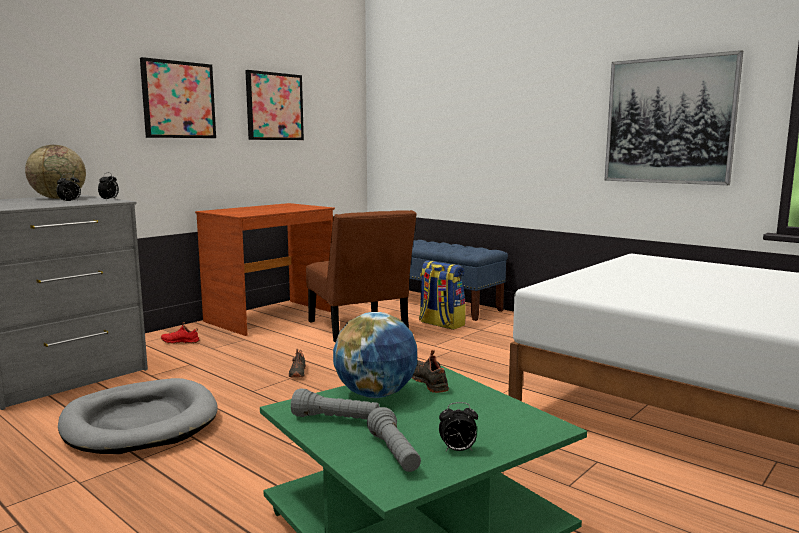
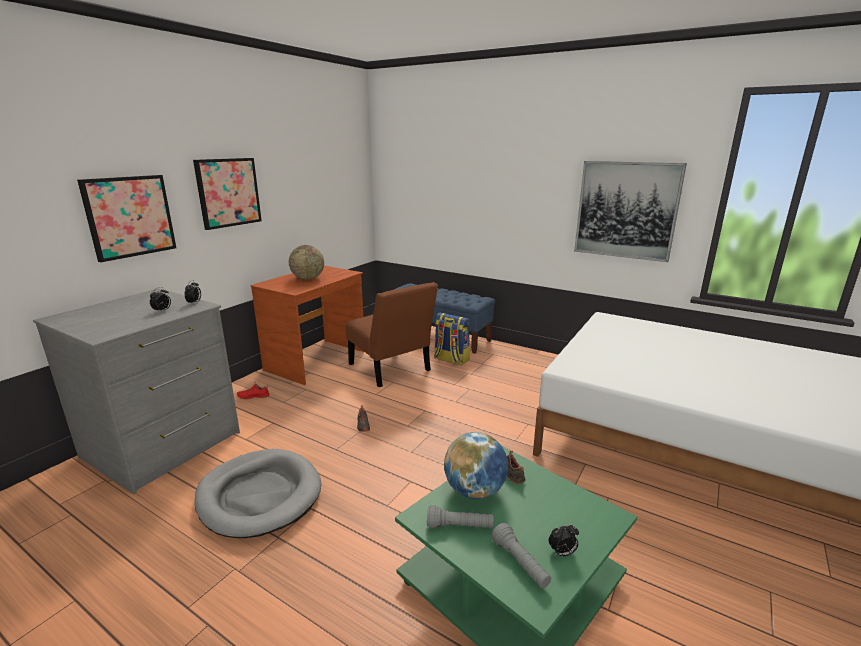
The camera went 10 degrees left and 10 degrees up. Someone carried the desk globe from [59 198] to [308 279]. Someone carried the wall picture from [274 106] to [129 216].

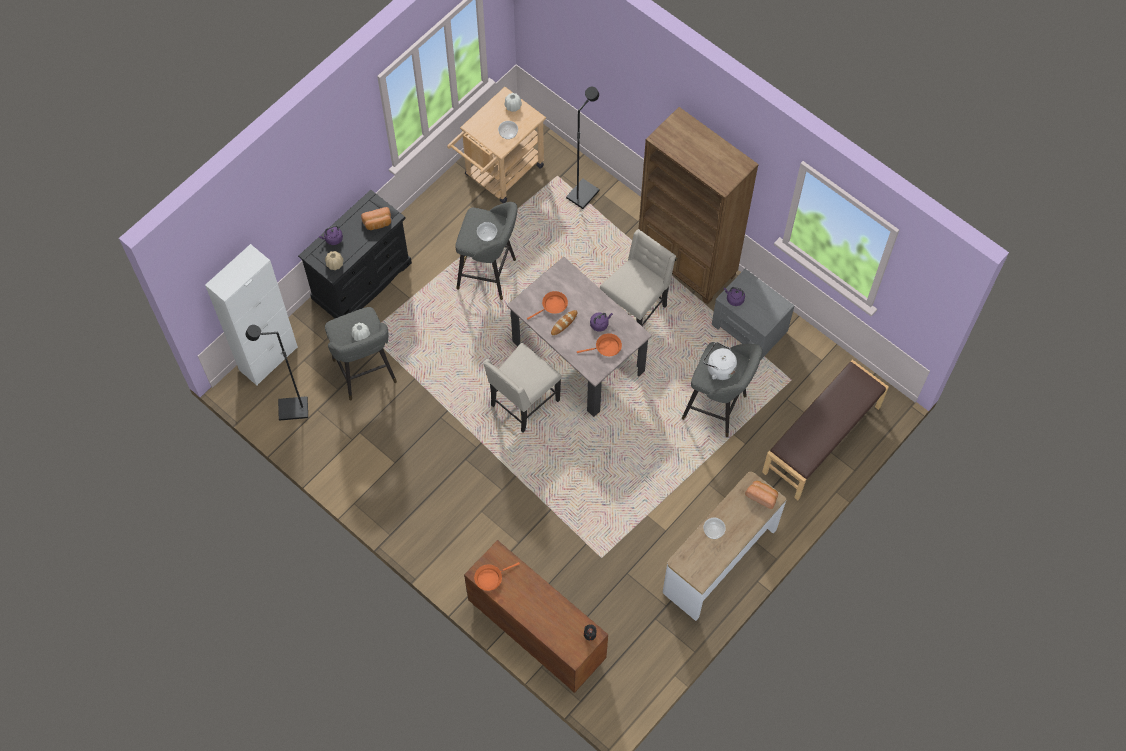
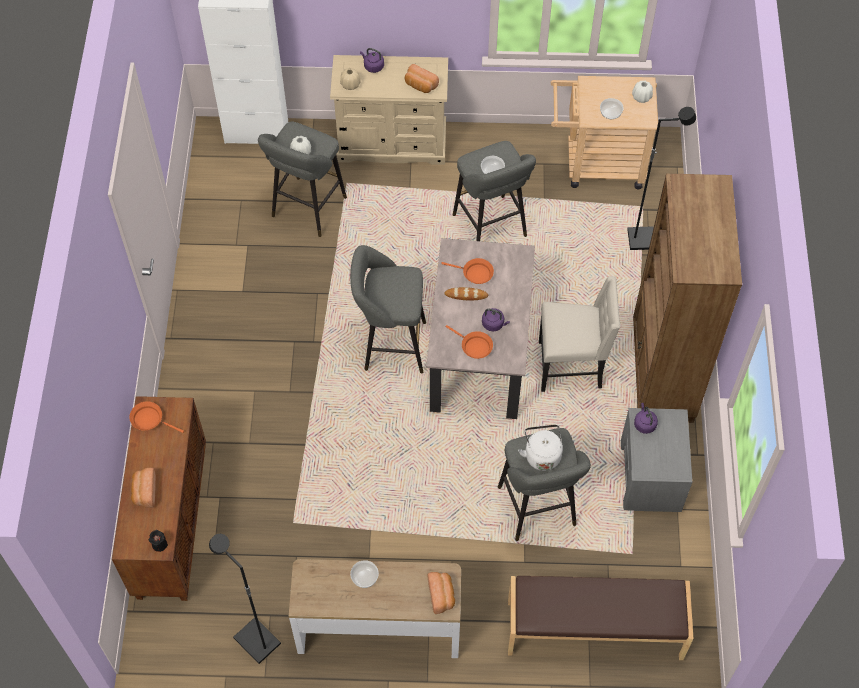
The camera went 50 degrees right and 5 degrees down. Someone put down the bakery bread at [144 492]. Someone carried the black-coloured standing lamp from [293 410] to [256 641]. Someone swapped the beige chair at [523 403] for the grey stool seat at [390 346]. Someone repainted the black-coloured drawer chest at [362 281], which became the beige drawer chest at [392 143].

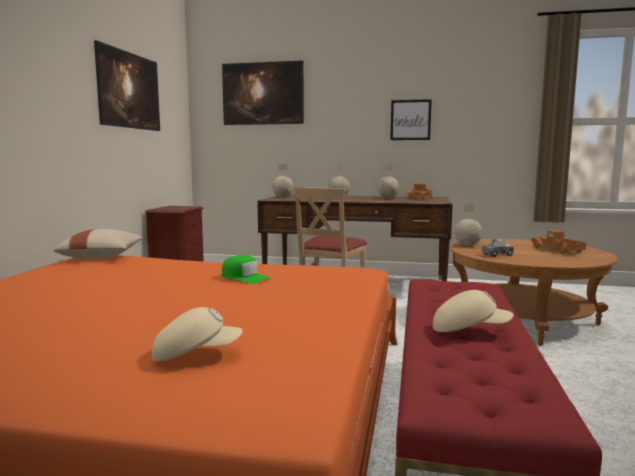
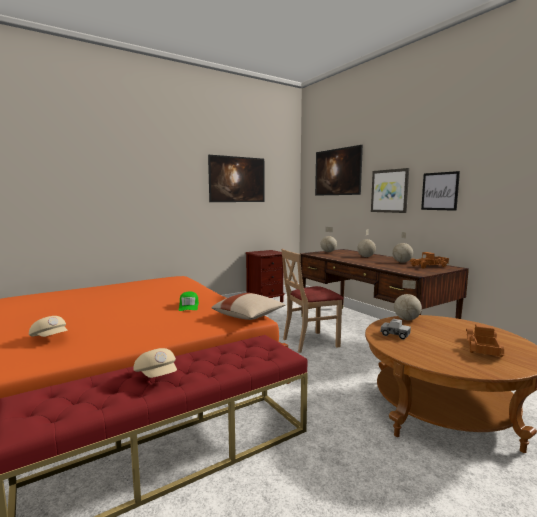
The camera went 45 degrees right and 0 degrees up. Someone put up the wall picture at [389 191]. Someone carried the beige throw pillow from [102 257] to [249 317].

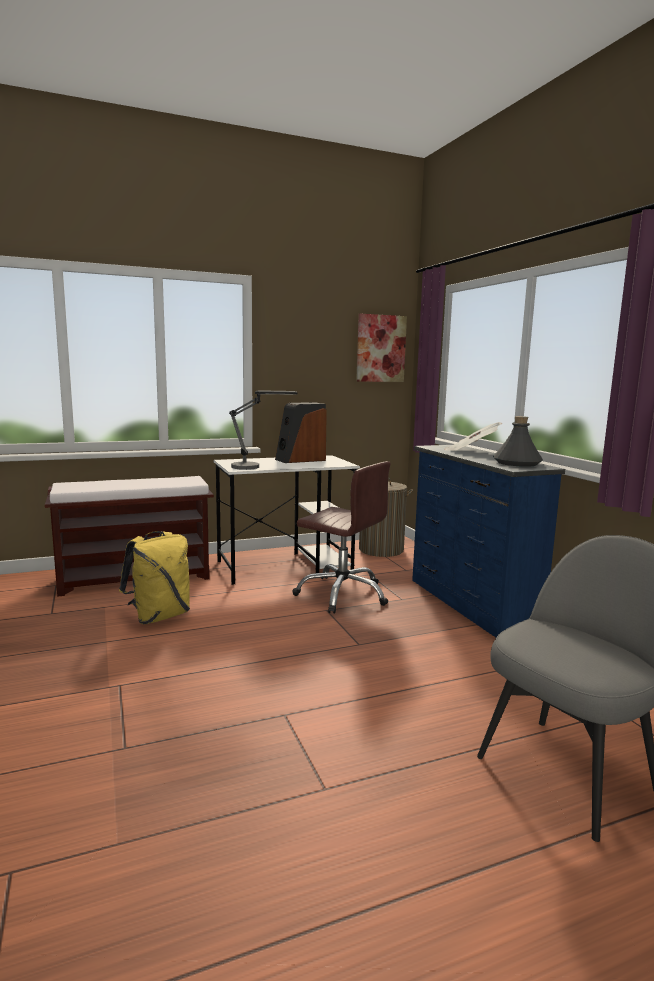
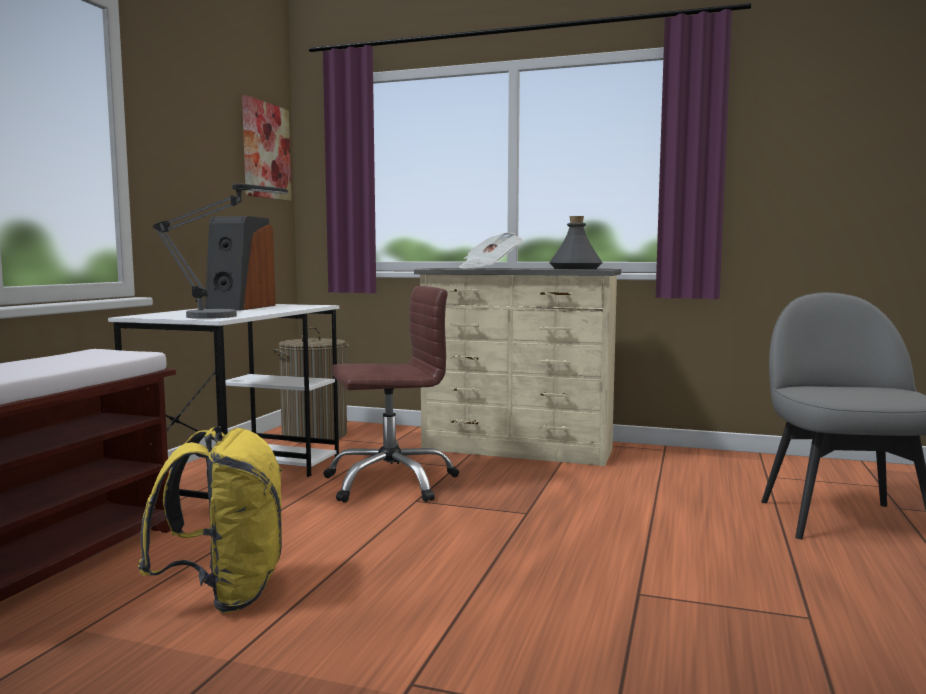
The camera went 50 degrees left and 5 degrees down. Someone repainted the bluish drawer chest at [470 604], which became the beige drawer chest at [517 450].

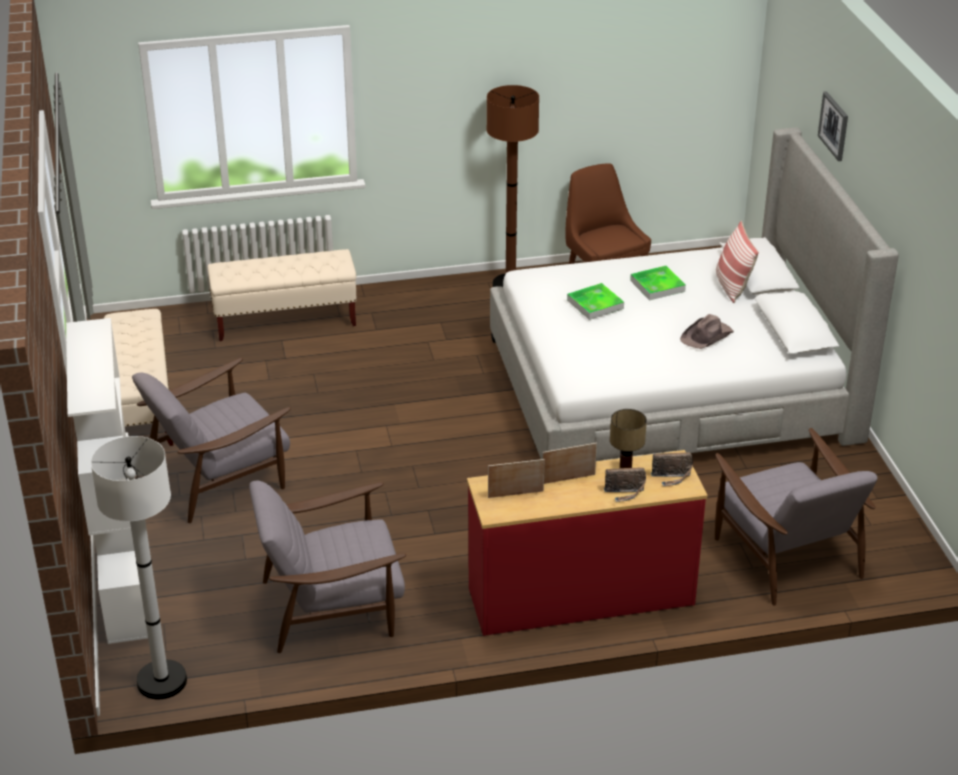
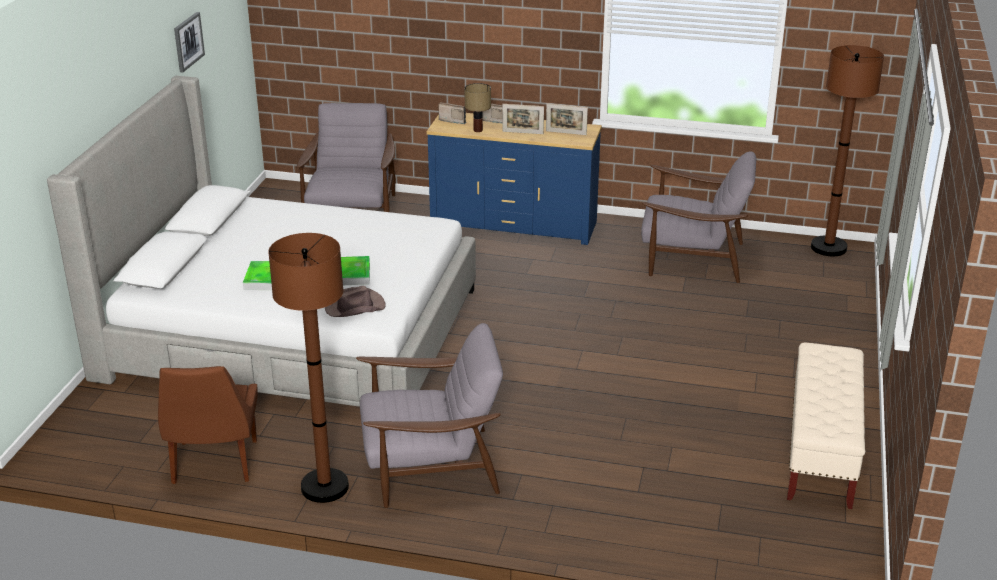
The camera went 155 degrees left and 5 degrees down. Someone took away the white-coloured bookcase at [125 589]. Someone took away the beige indoor bench at [285 320]. Someone took away the throw pillow at [732 286]. Someone carried the grey lounge chair from [219 477] to [430 466]. Someone carried the brownish wearable hat from [707 336] to [354 307]. Someone carried the wall picture from [834 125] to [188 41]. Someone repainted the white-coloured standing lamp at [162 681], which became the brownish standing lamp at [828 247]. Someone repainted the red drawer chest at [581 598], which became the bluish drawer chest at [514 224].

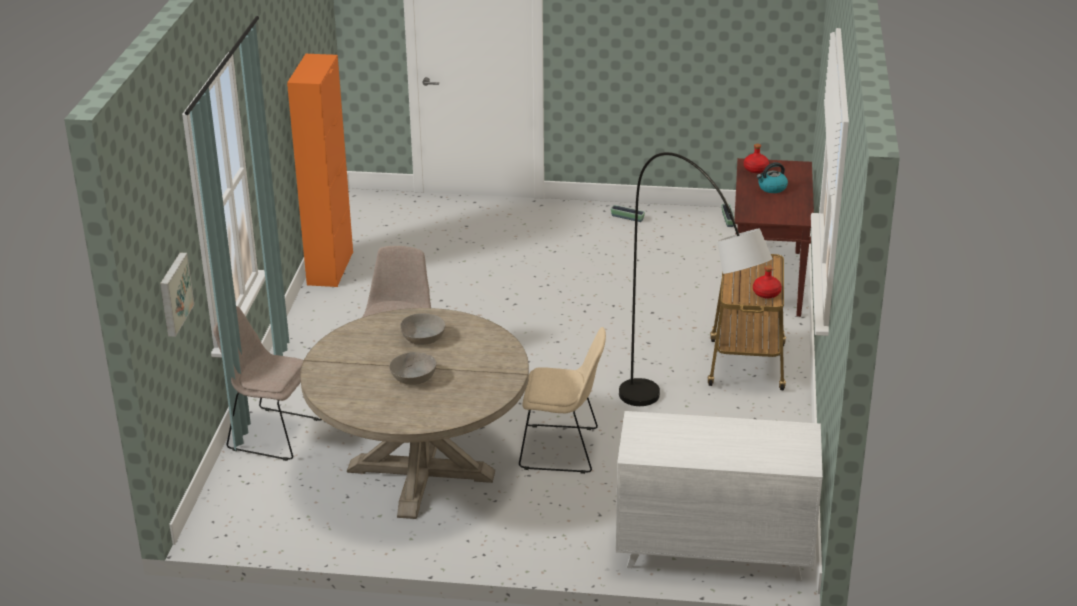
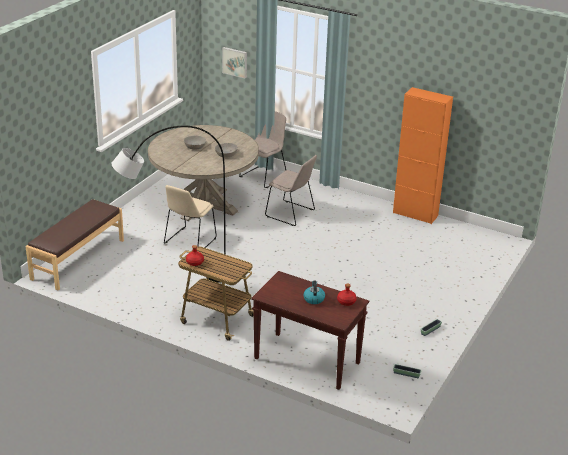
The camera went 110 degrees right and 0 degrees up. Someone swapped the white-coloured drawer chest at [713 551] for the brownish indoor bench at [77 259].

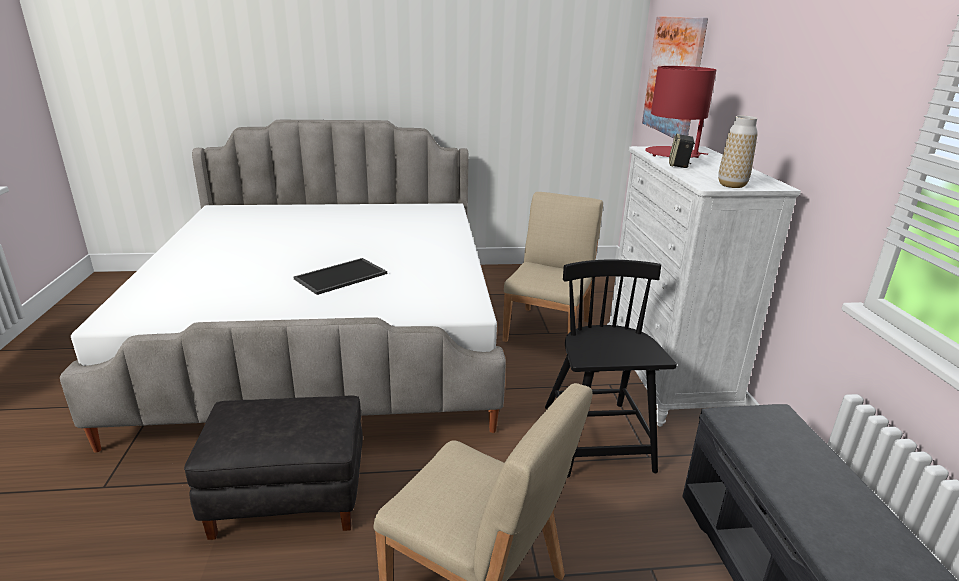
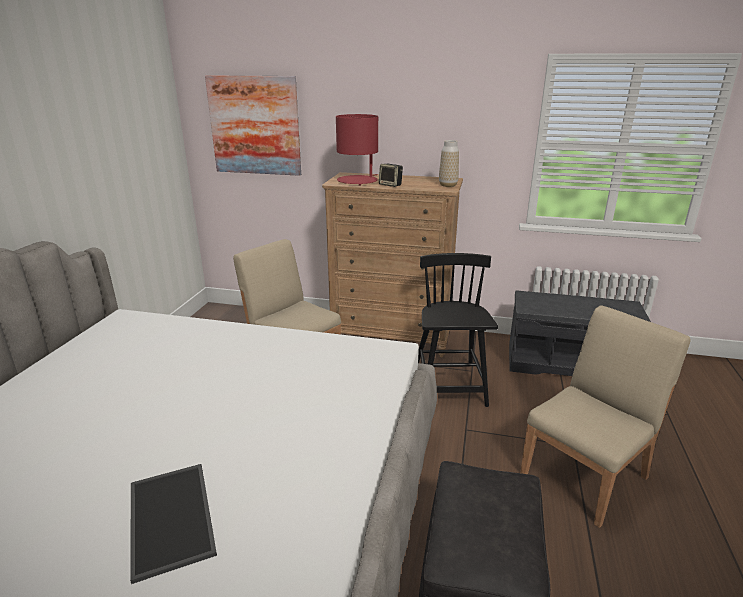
The camera went 70 degrees left and 0 degrees up. Someone carried the carrying tray from [341 277] to [173 518]. Someone repainted the white-coloured drawer chest at [665 378], which became the brownish drawer chest at [391 337]. Someone rotated the black-coloured chair at [597 439] by 75 degrees clockwise.

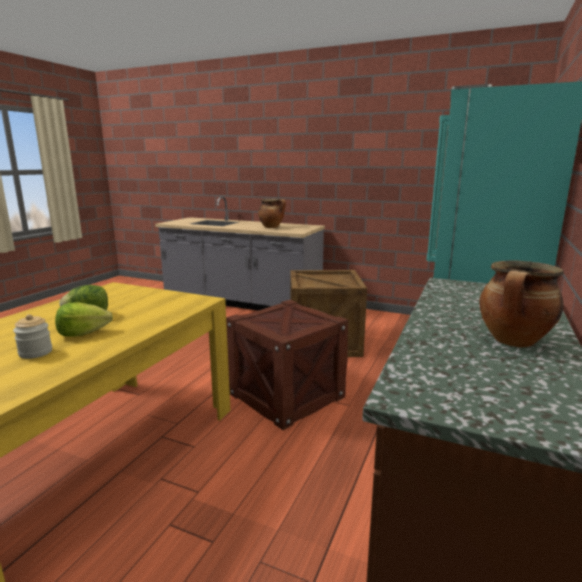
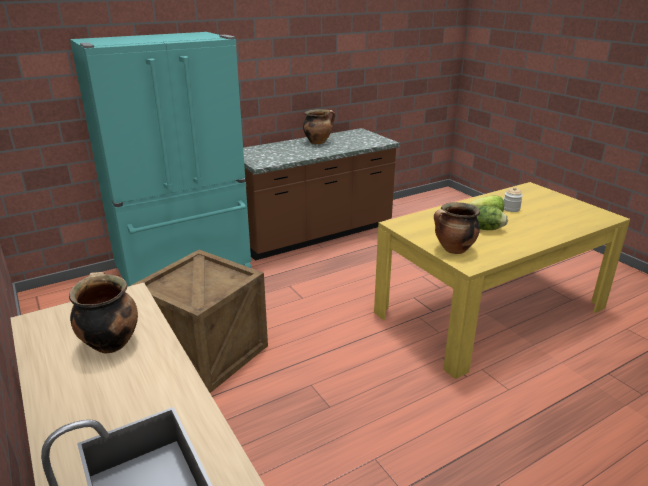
The camera went 145 degrees left and 10 degrees up. Someone took away the crate at [286 395]. Someone put down the saucepot at [453 250].

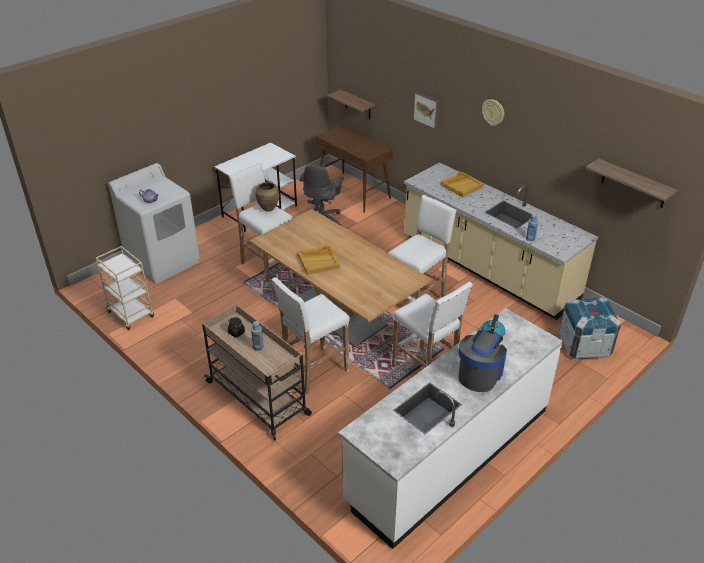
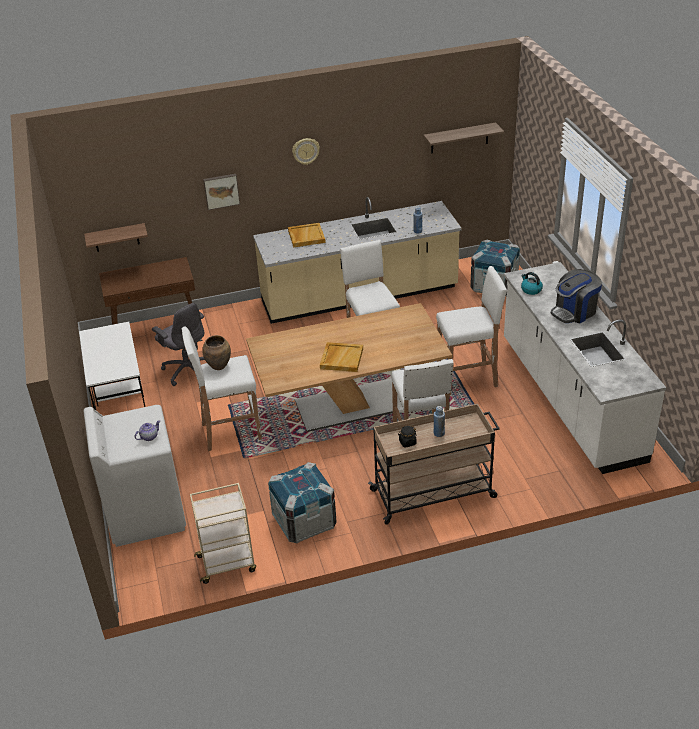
The camera went 60 degrees left and 0 degrees up. Someone put down the crate at [304 521]. Someone rotated the coffee brewer at [479 374] by 90 degrees counterclockwise.

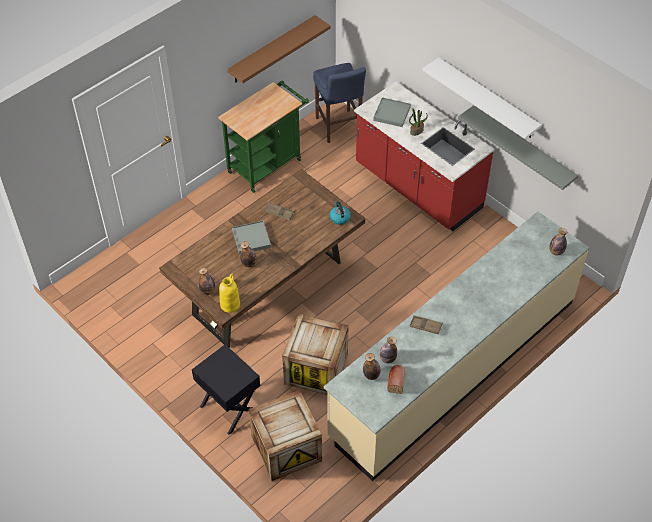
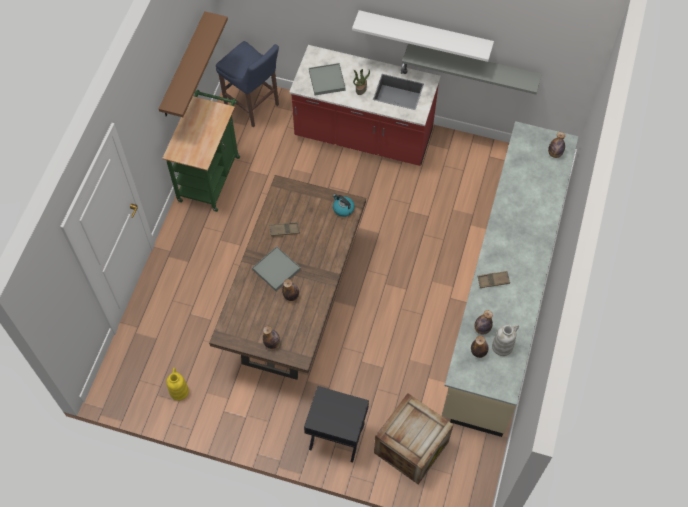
The camera went 30 degrees left and 10 degrees up. Someone took away the crate at [316 369]. Someone carried the yellow flower vase from [230 304] to [179 391]. Someone swapped the bakery bread at [396 381] for the white-coloured flower vase at [502 346].

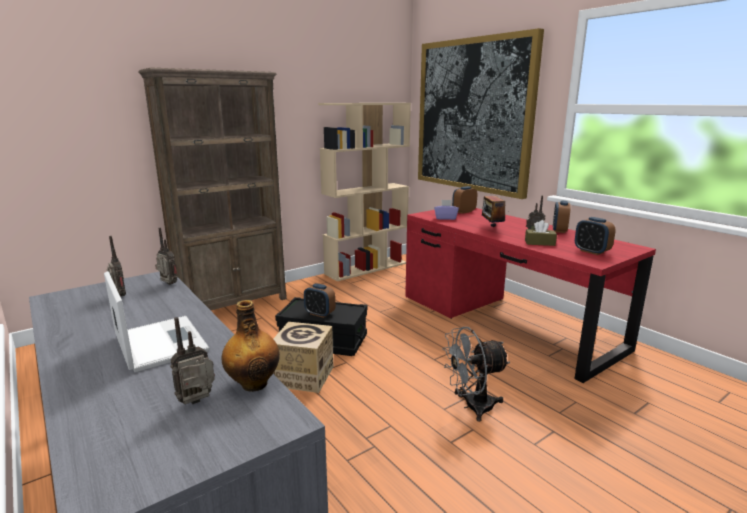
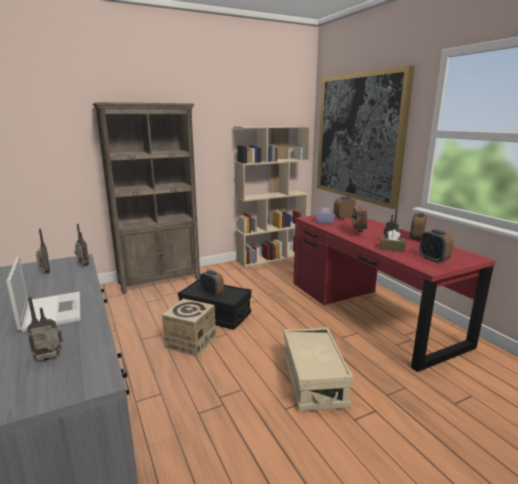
The camera went 10 degrees right and 0 degrees up. Someone took away the bottle at [254 383]. Someone swapped the grey cooling fan at [472 407] for the beige storage box at [313 381].

